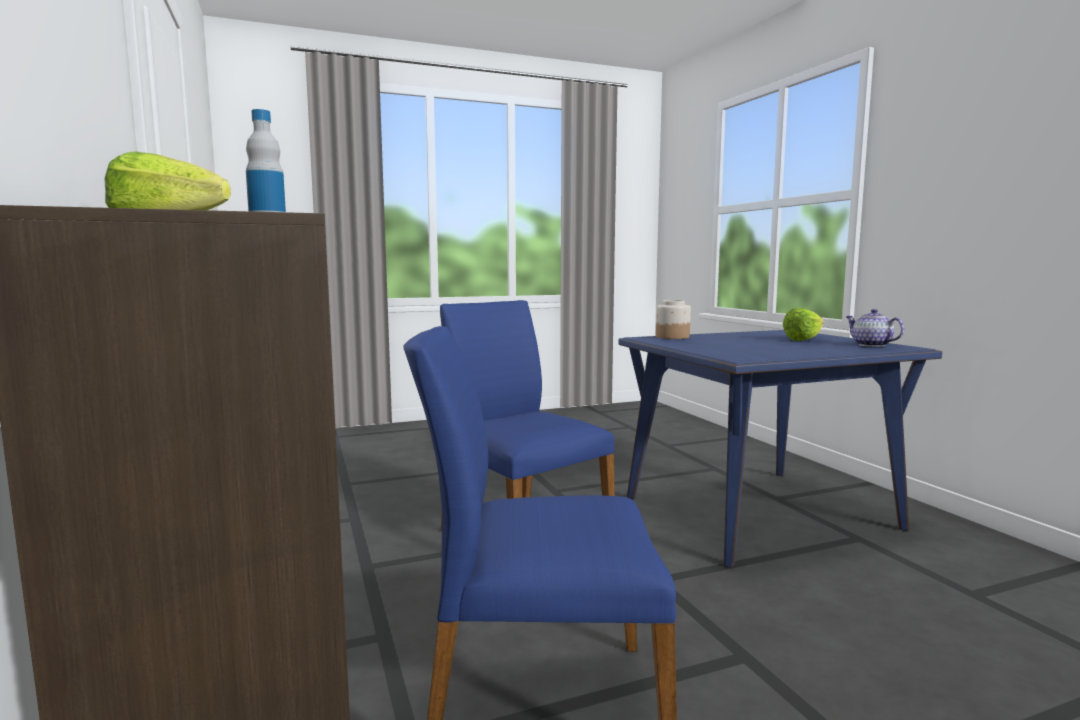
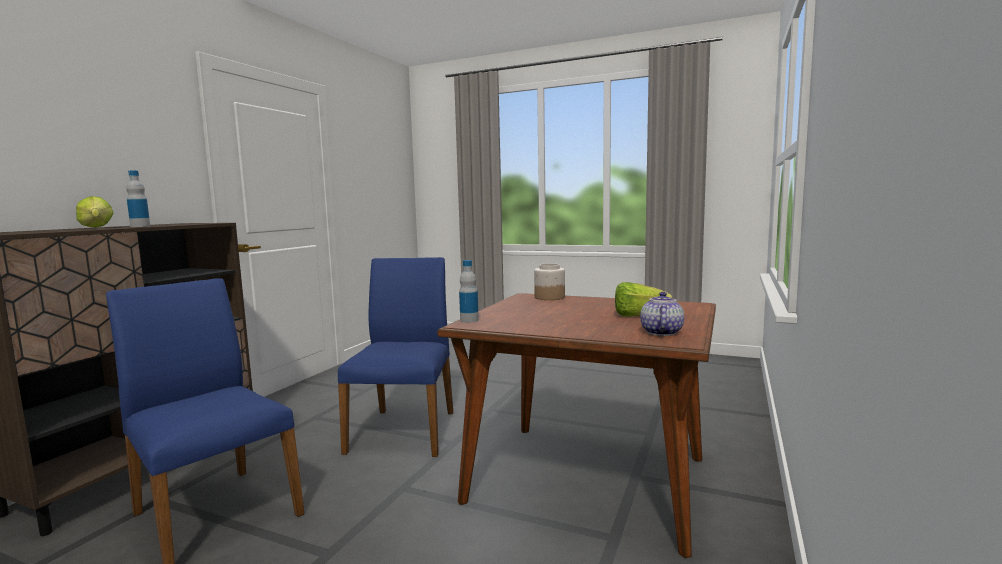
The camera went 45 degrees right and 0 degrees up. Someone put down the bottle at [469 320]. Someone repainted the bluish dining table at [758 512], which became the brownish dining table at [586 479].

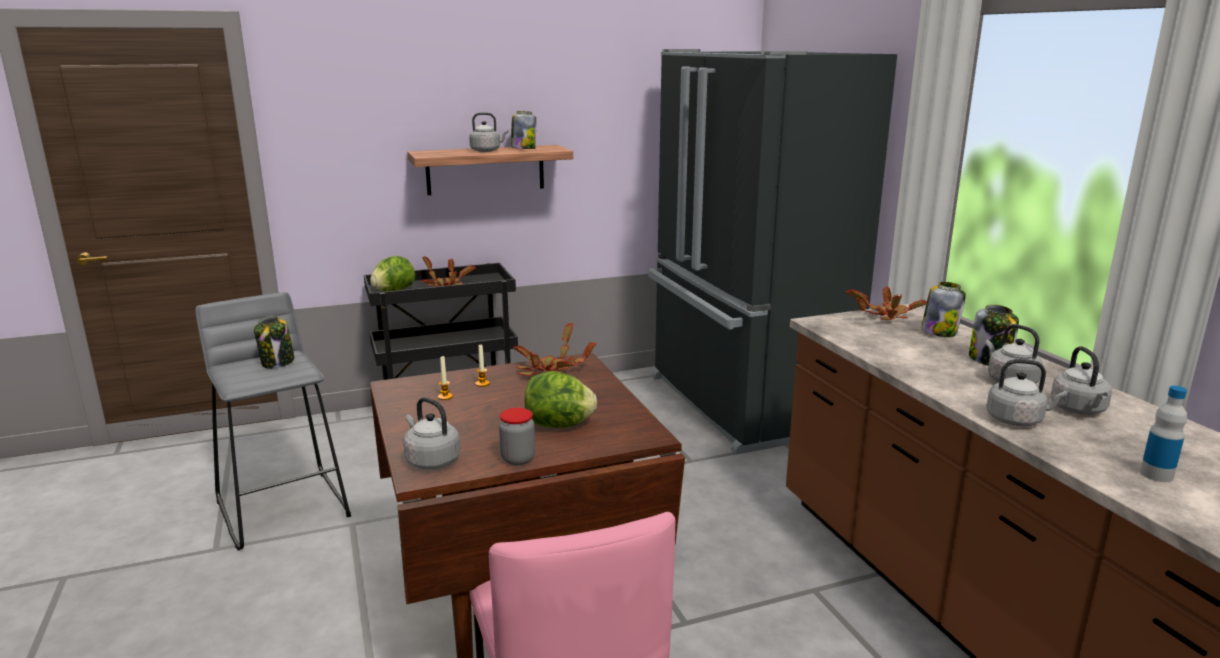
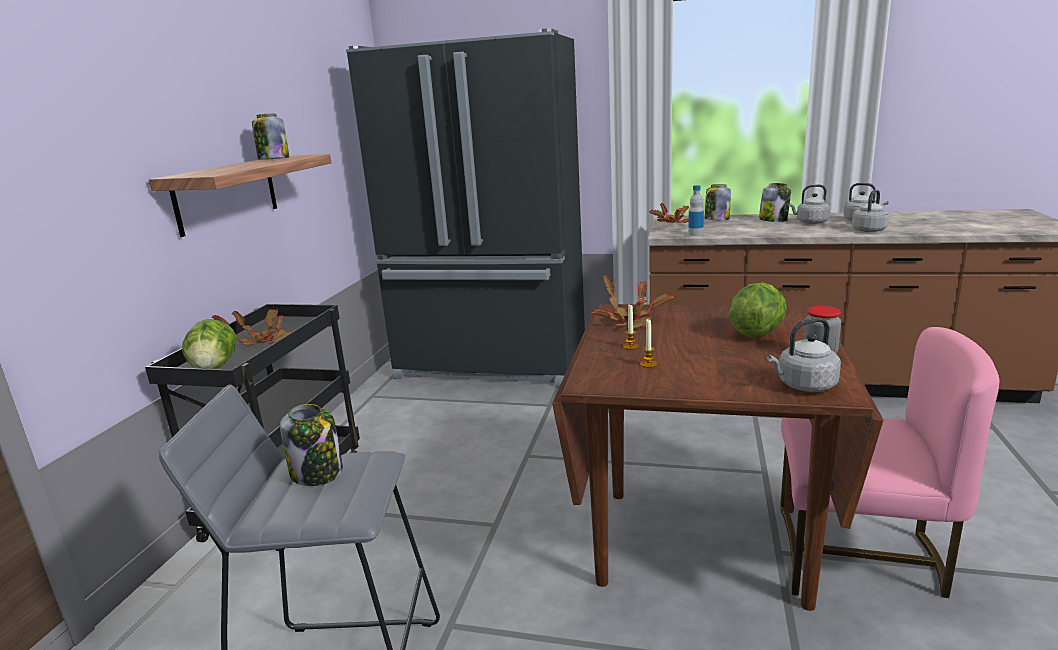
The camera went 55 degrees left and 0 degrees up. Someone took away the grey kettle at [487 151]. Someone carried the bottle from [1156 475] to [695 234].

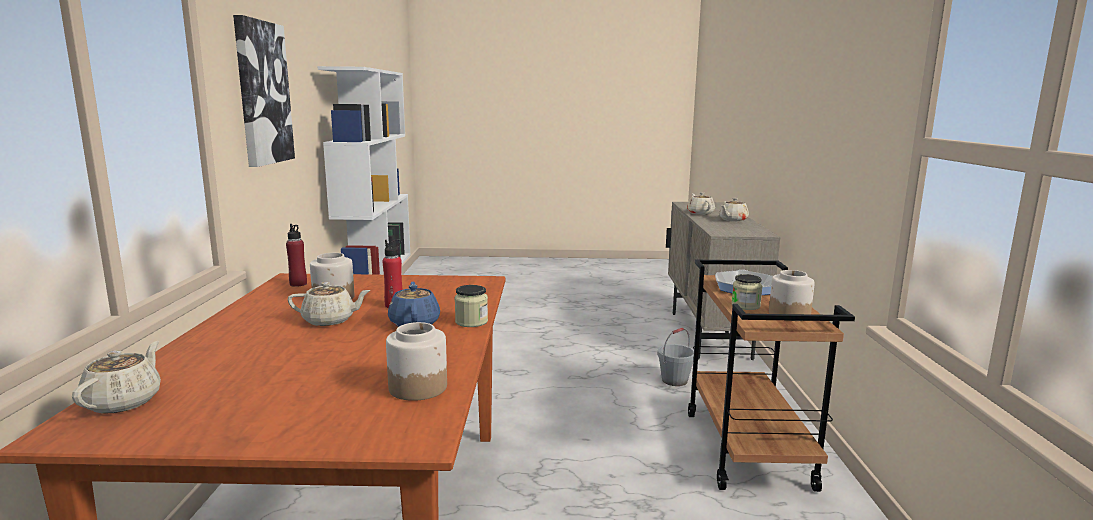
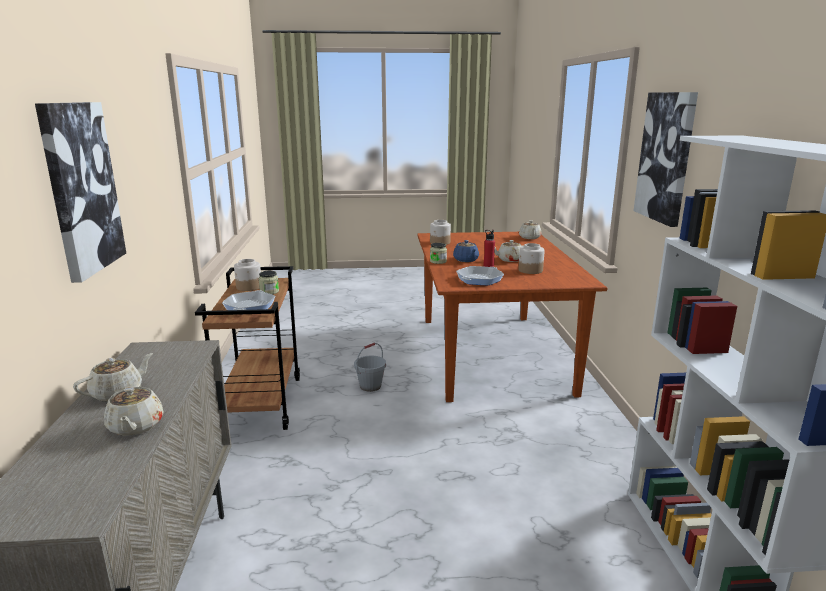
The camera went 175 degrees right and 5 degrees up. Someone took away the red bottle at [298 284]. Someone put up the wall picture at [81 188]. Someone put down the frying pan at [479 279]. Someone carried the grey water bucket from [674 381] to [370 386].

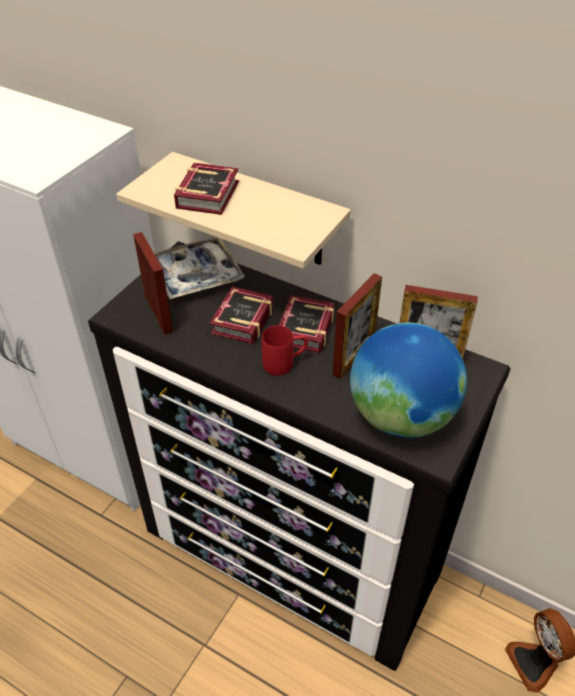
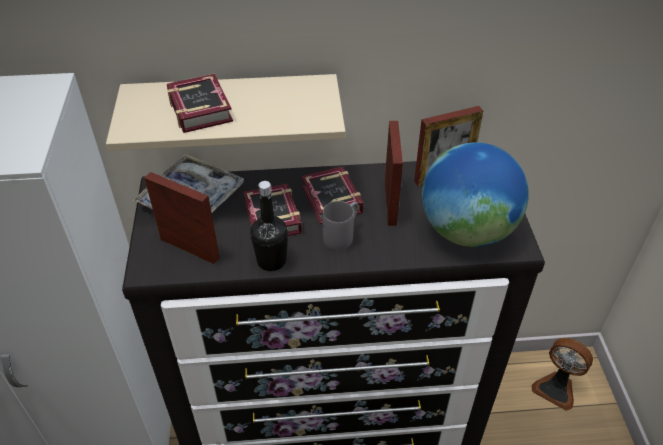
The camera went 35 degrees left and 0 degrees up. Someone put down the black-coloured bottle at [271 261]. Someone repainted the red tea mug at [285 363], which became the grey tea mug at [342 235].

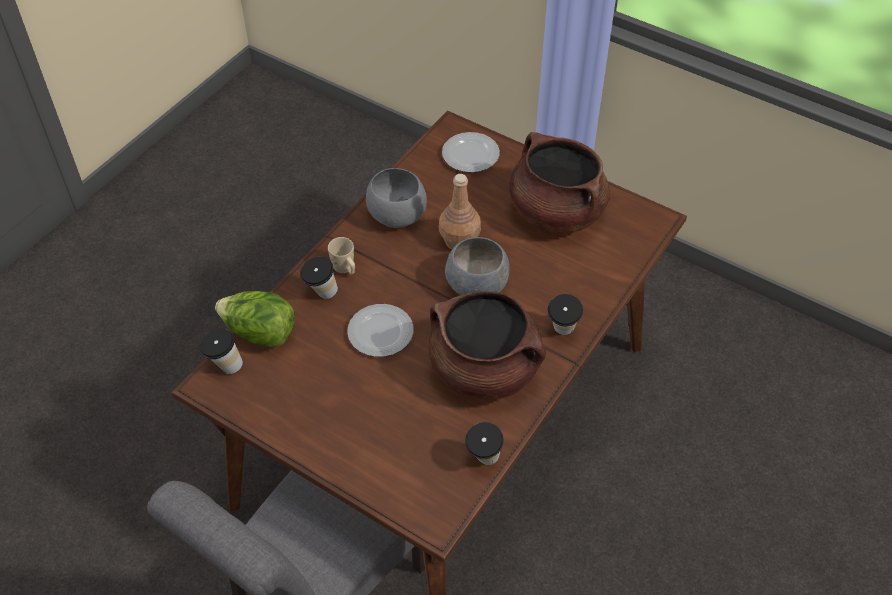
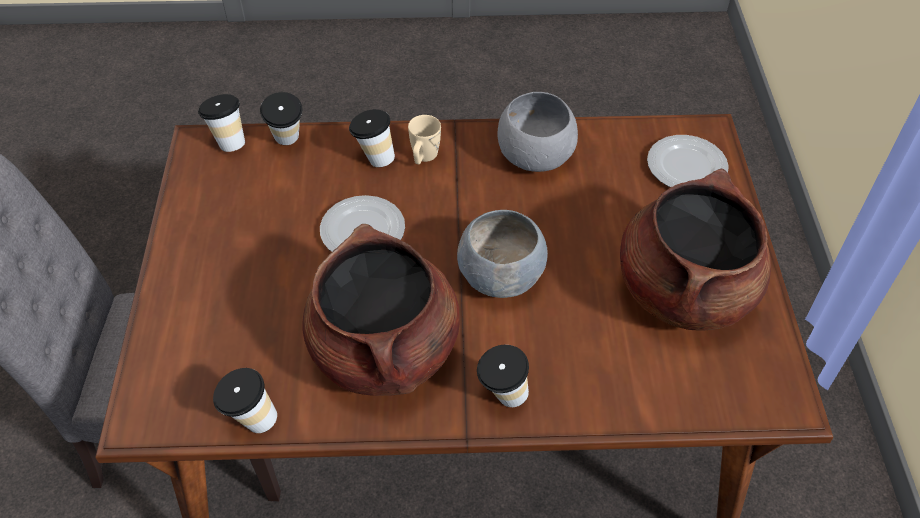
The camera went 55 degrees right and 0 degrees up. Someone took away the brownish bottle at [459 241]. Someone swapped the head of lettuce at [260 333] for the small cup at [288 143].

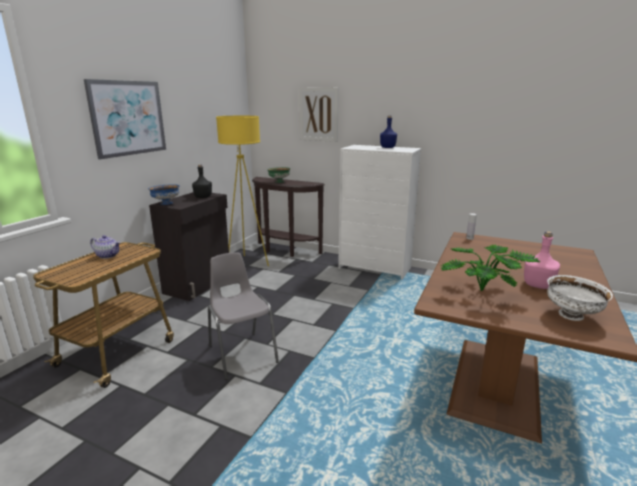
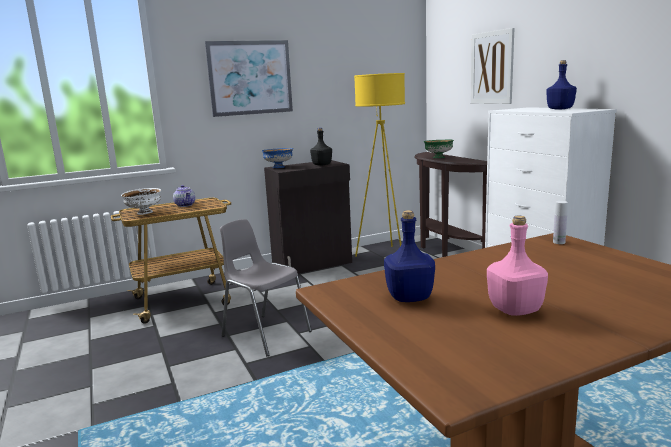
The camera went 40 degrees right and 5 degrees down. Someone carried the white-coloured bowl from [572 315] to [144 213]. Someone swapped the potted plant at [483 293] for the bluish bottle at [409 297]. Someone rotated the grey chair at [242 354] by 60 degrees counterclockwise.

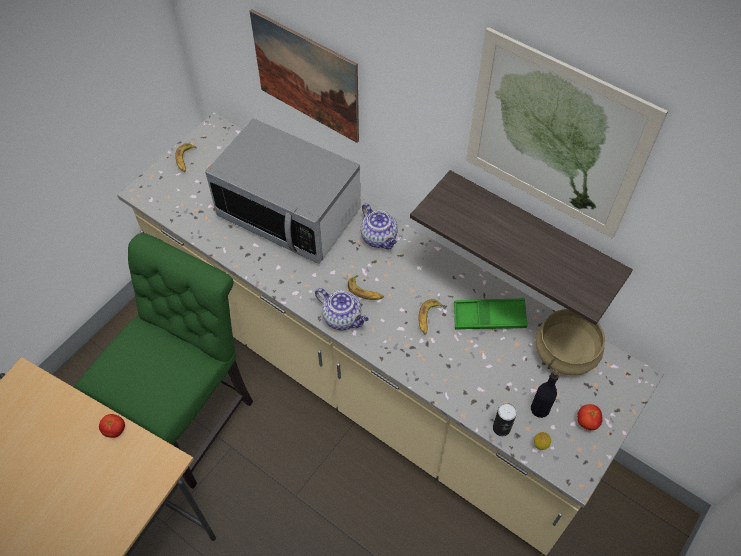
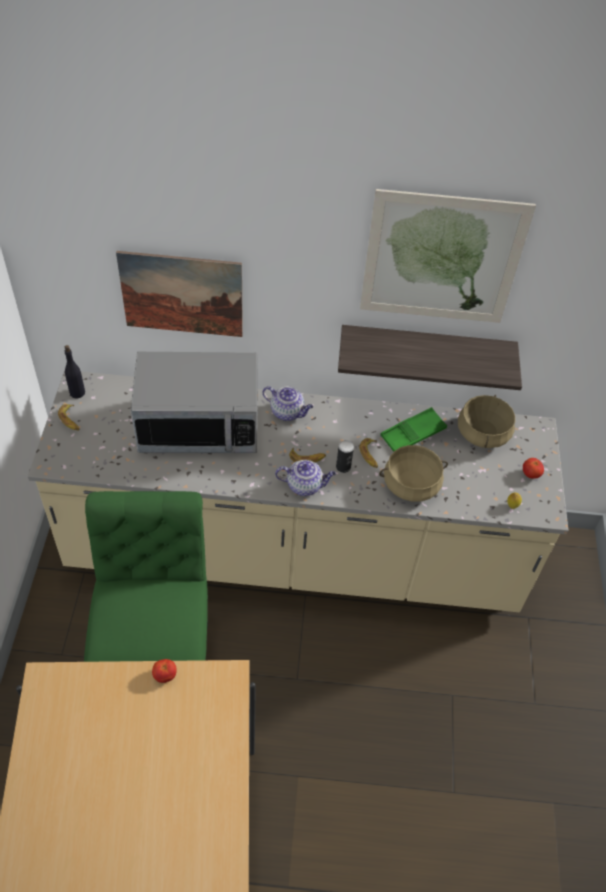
The camera went 35 degrees left and 5 degrees down. Someone put down the beige saucepot at [411 484]. Someone carried the metal can from [501 428] to [343 467]. Someone carried the black-coloured bottle from [540 409] to [77 392].

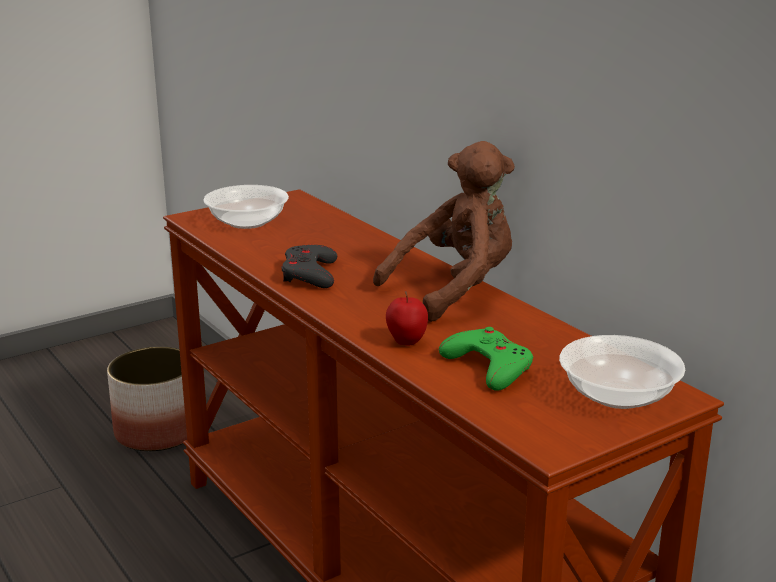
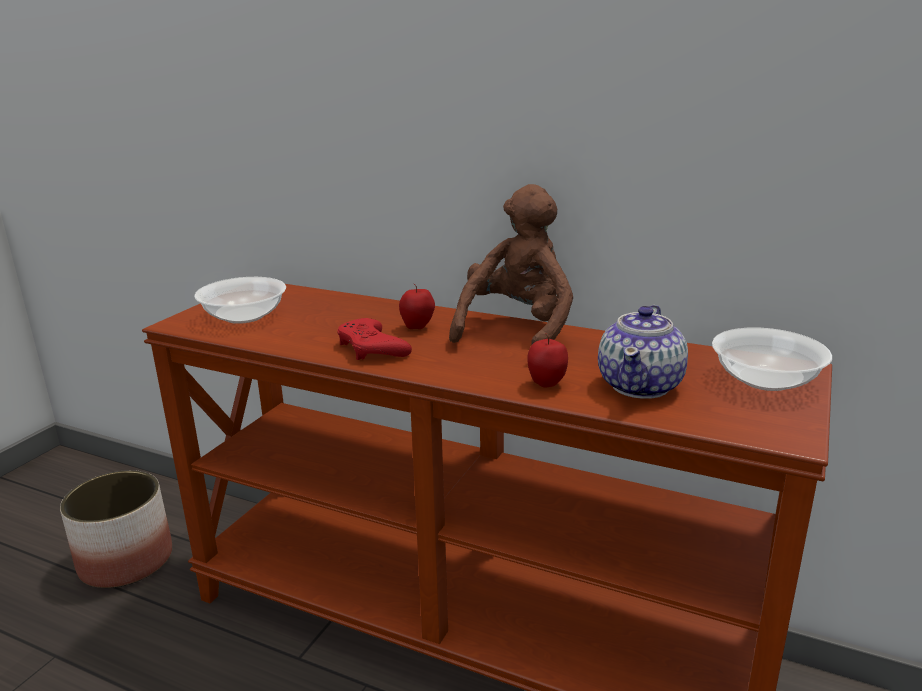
The camera went 30 degrees left and 0 degrees up. Someone put down the whole apple at [418 327]. Someone swapped the green gamepad at [488 366] for the tea pot at [641 385]. Someone repainted the grey gamepad at [310 274], which became the red gamepad at [372 348].

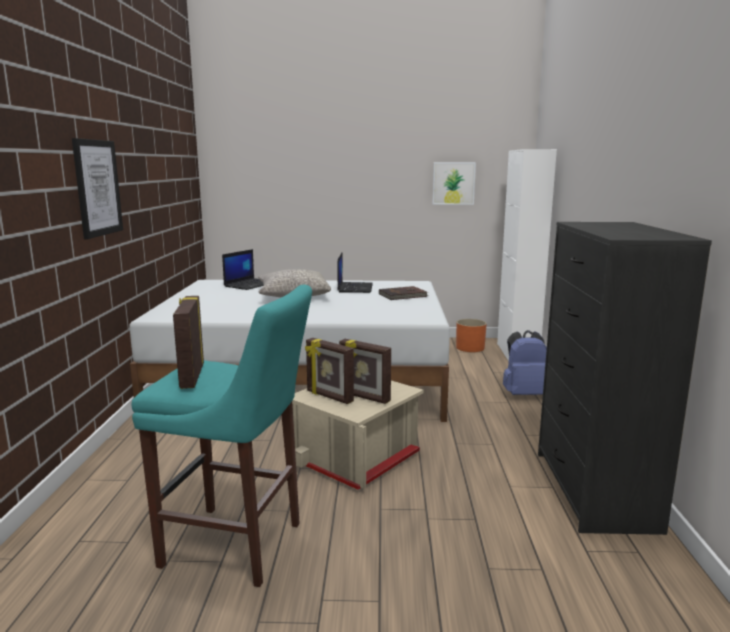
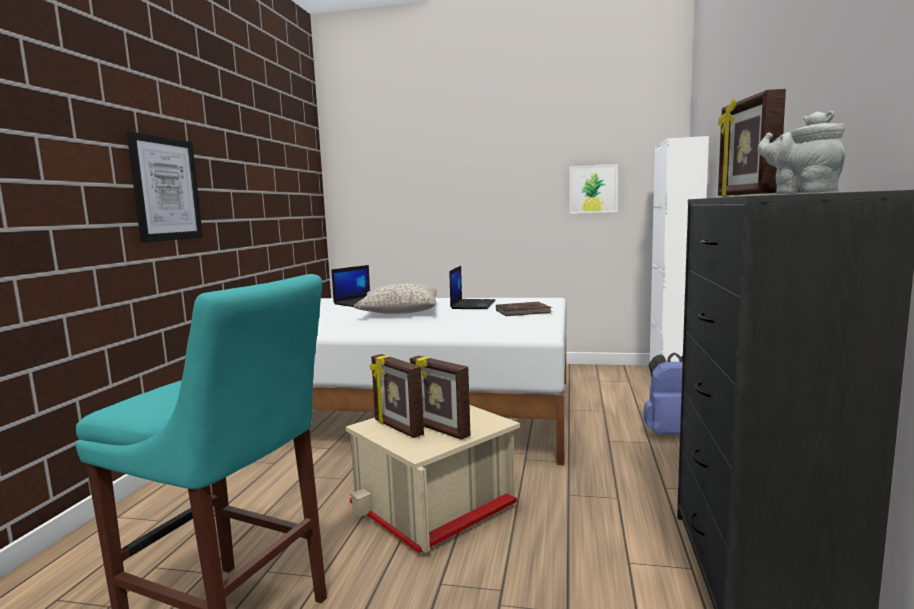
The camera went 10 degrees right and 5 degrees down. Someone took away the orange flower pot at [470 348]. Someone put down the grey tea pot at [800 193]. Someone carried the picture frame from [191 376] to [744 196].

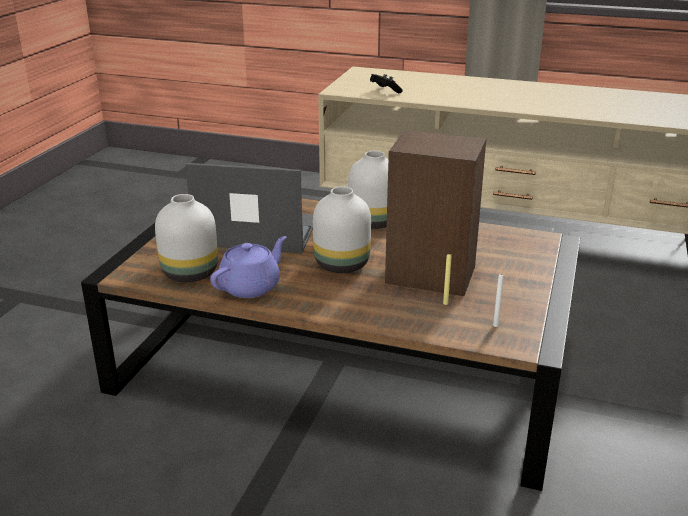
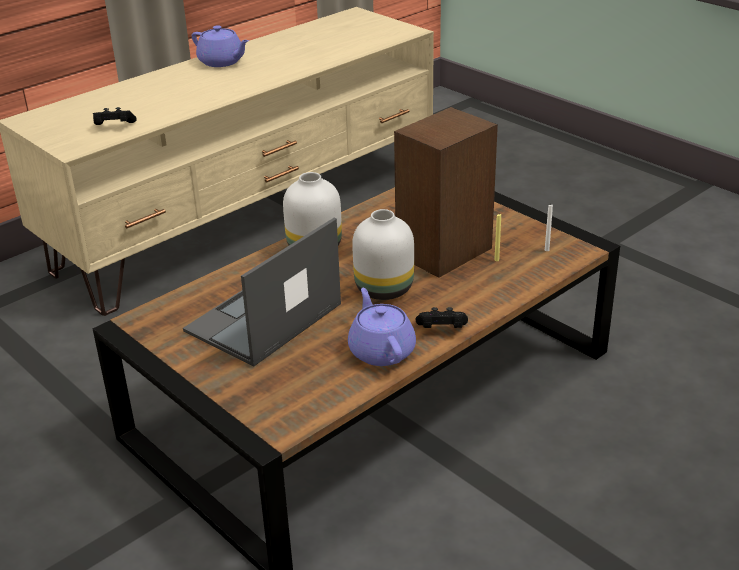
The camera went 60 degrees left and 5 degrees up. Someone took away the white-coloured flower vase at [190 274]. Someone put down the purplish tea pot at [222 62]. Someone put down the black-coloured gamepad at [441 329].

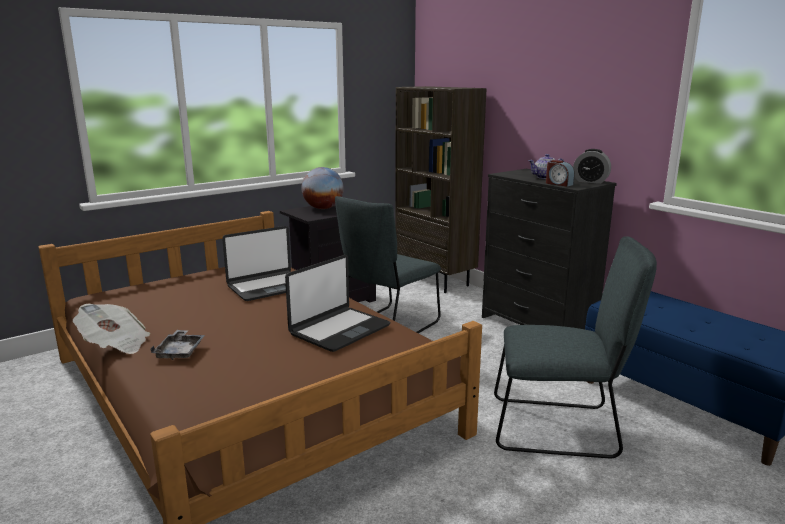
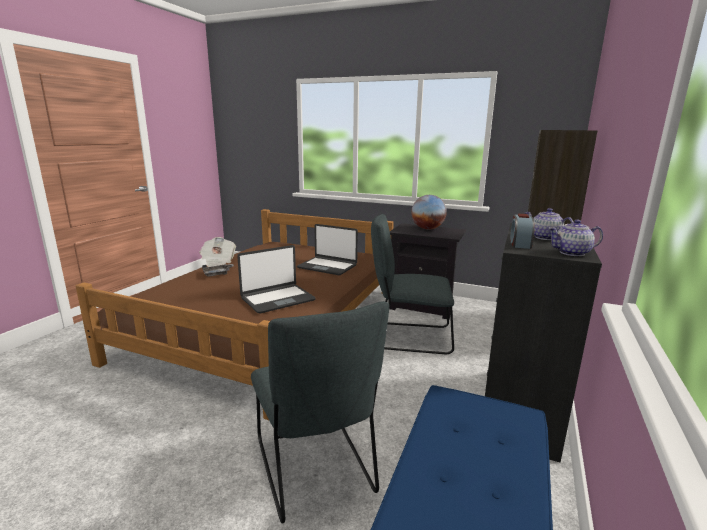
The camera went 60 degrees right and 0 degrees up. Someone swapped the alarm clock at [590 181] for the tea pot at [572 253]. Someone rotated the portable computer at [339 330] by 45 degrees counterclockwise.

